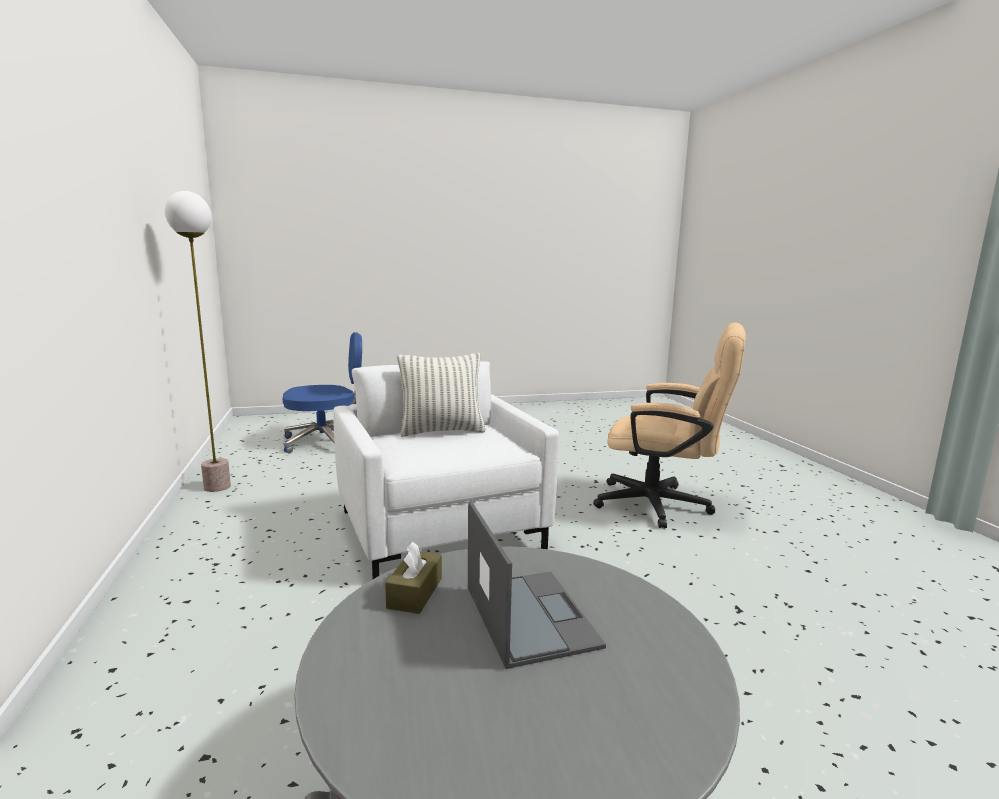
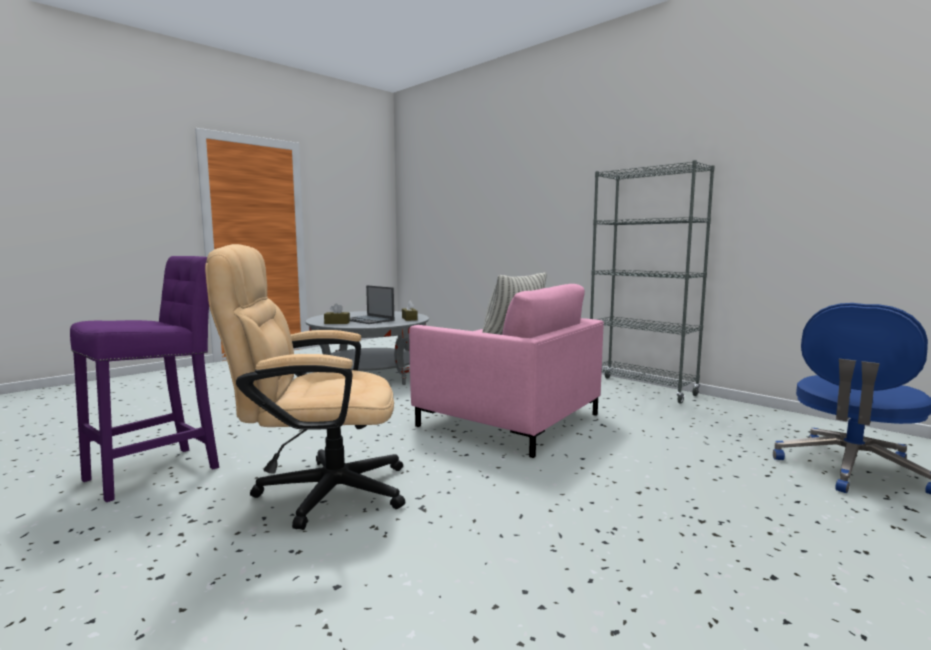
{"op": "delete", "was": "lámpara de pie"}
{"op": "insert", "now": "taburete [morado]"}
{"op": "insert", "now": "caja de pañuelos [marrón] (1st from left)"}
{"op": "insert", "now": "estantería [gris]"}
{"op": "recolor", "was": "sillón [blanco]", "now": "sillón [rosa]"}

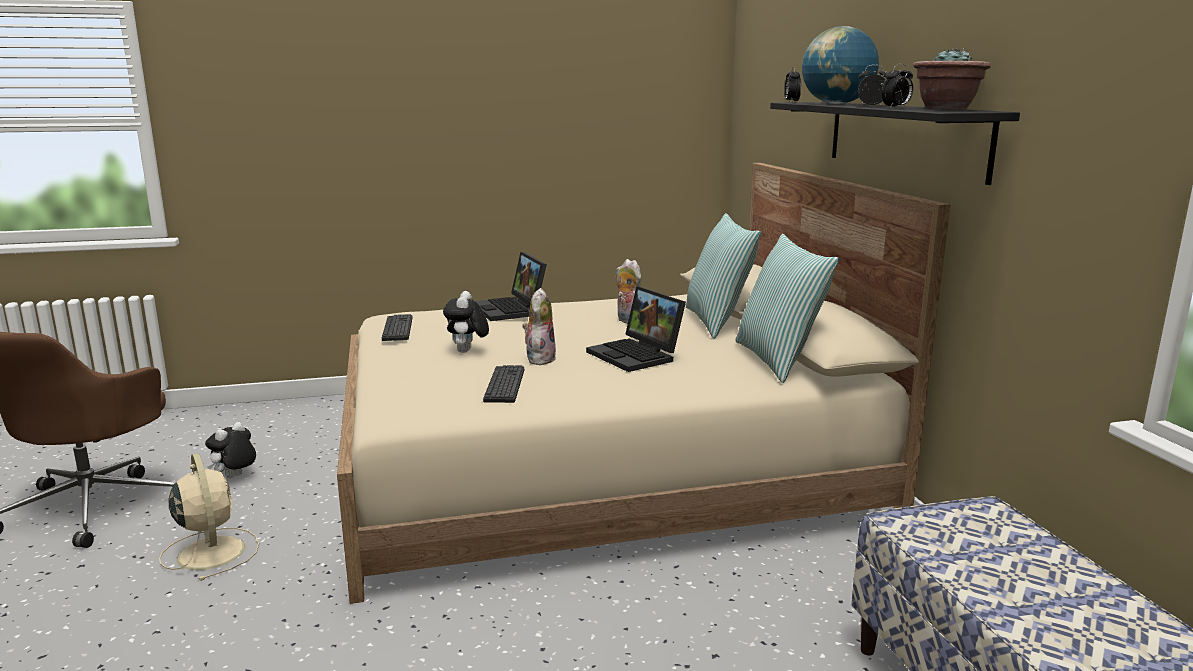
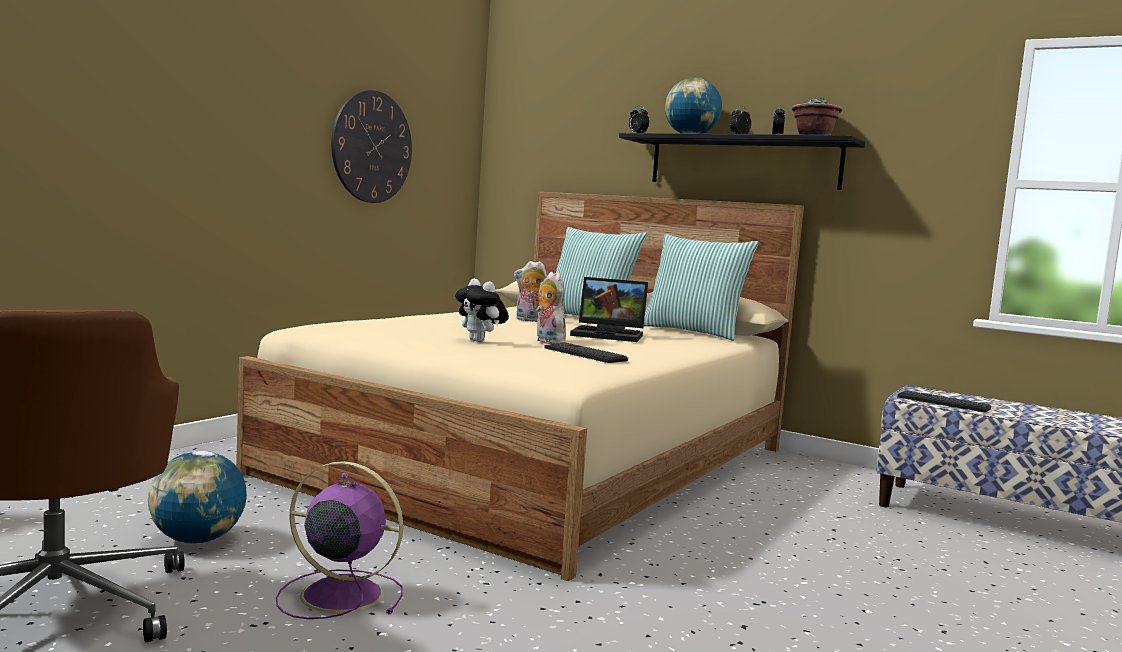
{"op": "delete", "was": "portátil (1st from left)"}
{"op": "insert", "now": "reloj de pared"}
{"op": "move", "was": "teclado (1st from left in the first image)", "now": "teclado (2nd from left)"}
{"op": "replace", "was": "peluche (1st from left)", "now": "globo terráqueo (1st from left)"}
{"op": "recolor", "was": "ventilador [beis]", "now": "ventilador [morado]"}

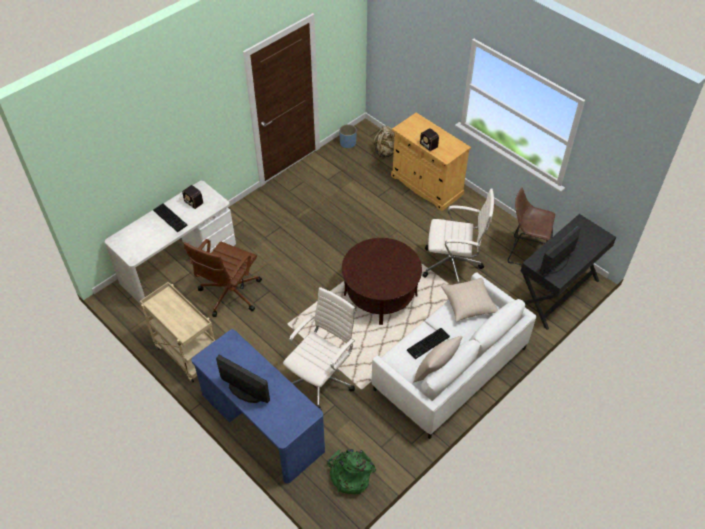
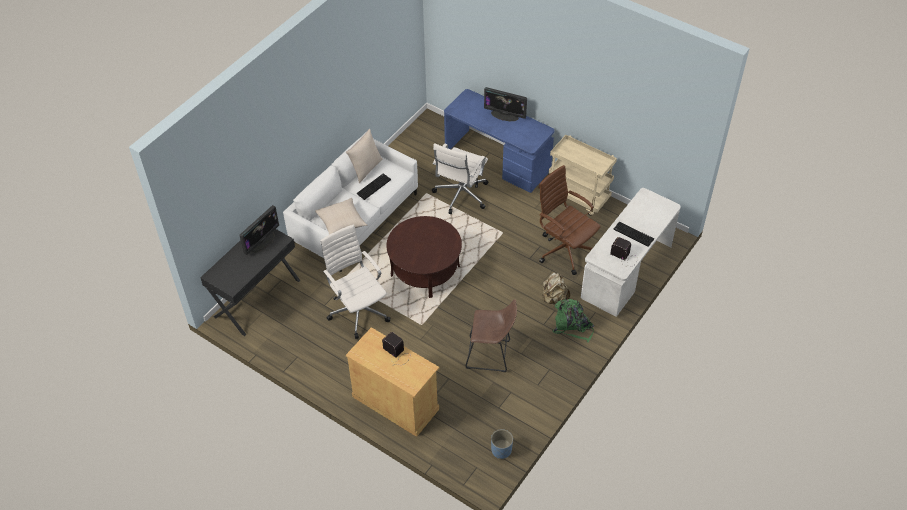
{"op": "move", "was": "mochila [verde]"}
{"op": "move", "was": "mochila [beis]"}
{"op": "move", "was": "taburete [marrón]"}
{"op": "rotate", "was": "silla de oficina [marrón]", "clockwise": -60}
{"op": "rotate", "was": "silla de oficina [blanco] (2nd from left in the first image)", "clockwise": 60}

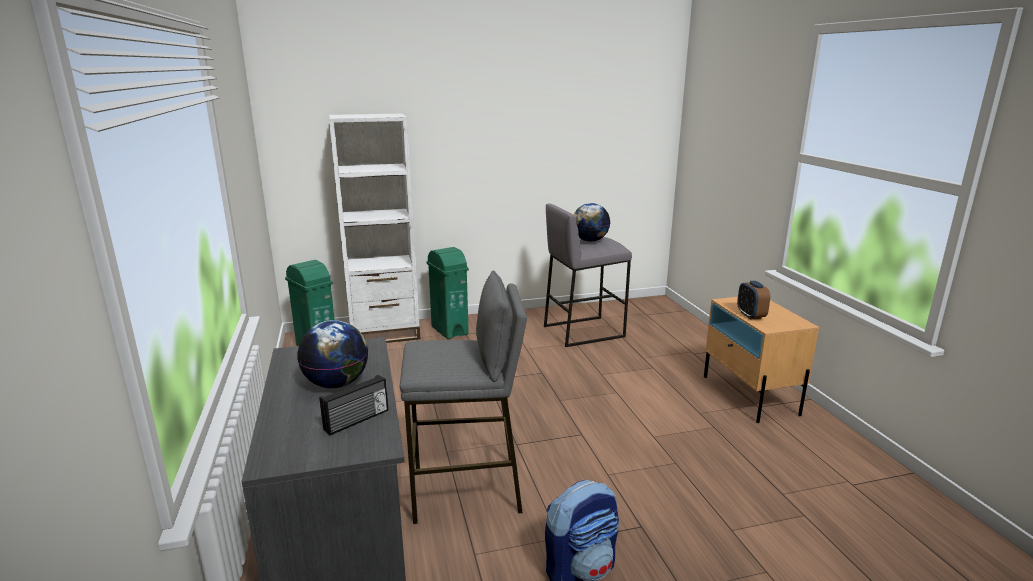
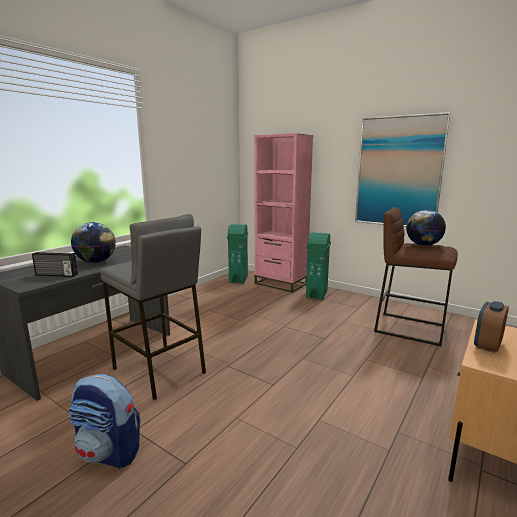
{"op": "insert", "now": "cuadro"}
{"op": "recolor", "was": "estantería [blanco]", "now": "estantería [rosa]"}
{"op": "recolor", "was": "taburete [gris] (2nd from left)", "now": "taburete [marrón]"}

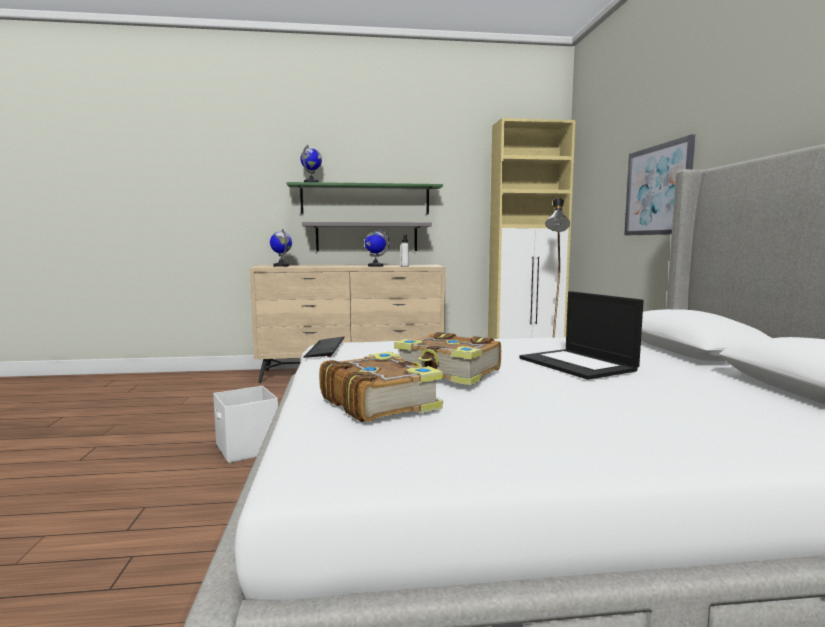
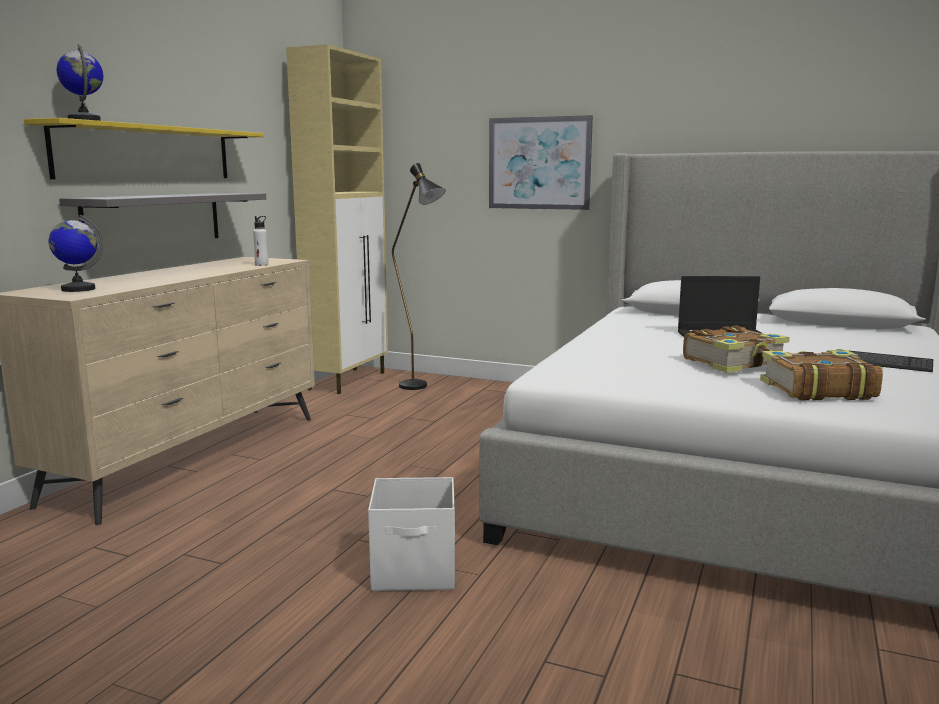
{"op": "delete", "was": "globo terráqueo (3rd from left)"}
{"op": "move", "was": "teclado"}
{"op": "recolor", "was": "estante [verde]", "now": "estante [amarillo]"}

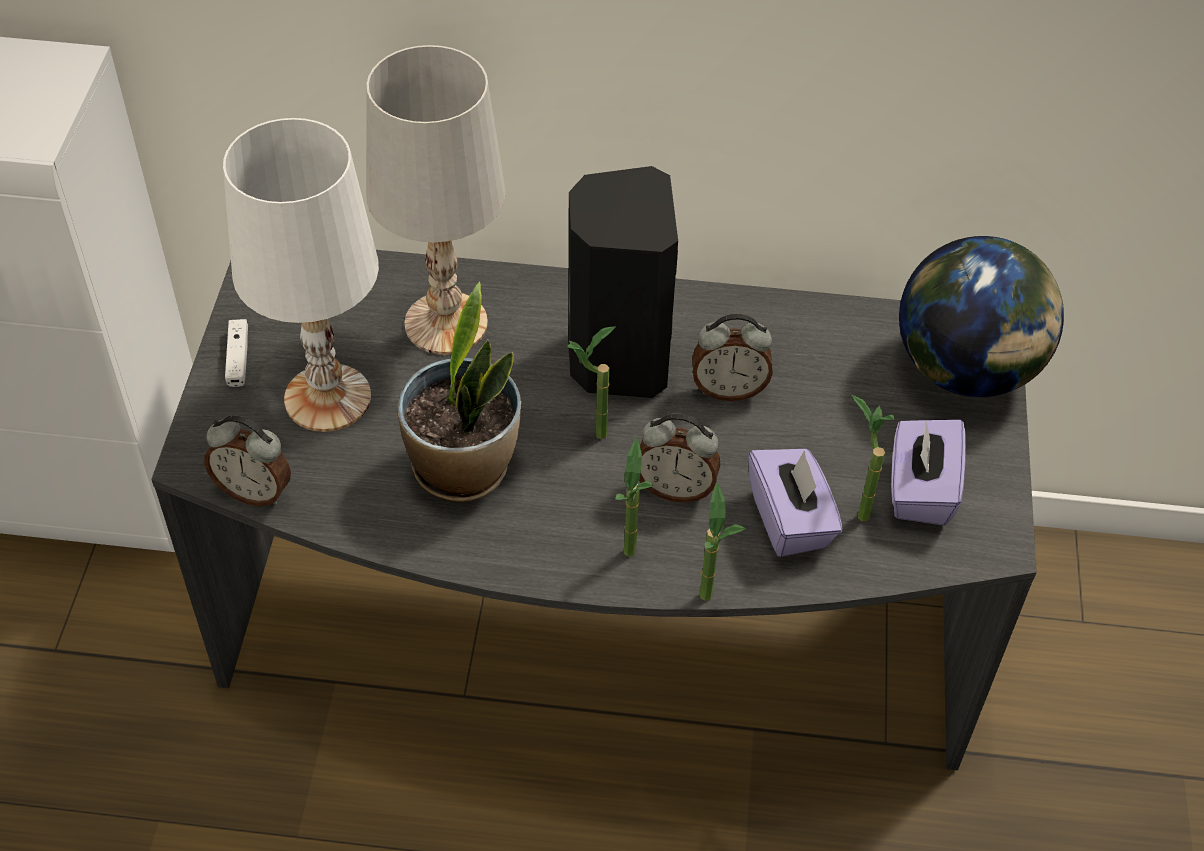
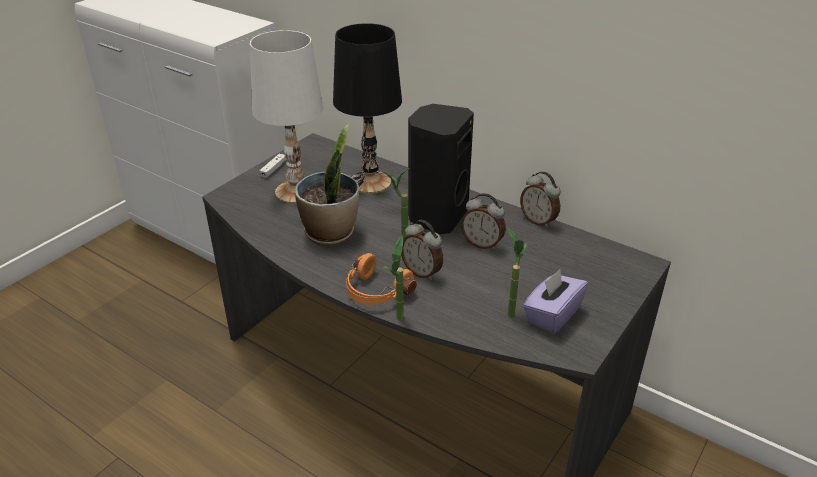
{"op": "delete", "was": "caja de pañuelos [morado] (1st from left)"}
{"op": "delete", "was": "globo terráqueo"}
{"op": "move", "was": "despertador (1st from left in the first image)", "now": "despertador (3rd from left)"}
{"op": "replace", "was": "planta en maceta (3rd from left)", "now": "auriculares [naranja]"}
{"op": "recolor", "was": "lámpara de mesa [blanco] (2nd from left)", "now": "lámpara de mesa [negro]"}

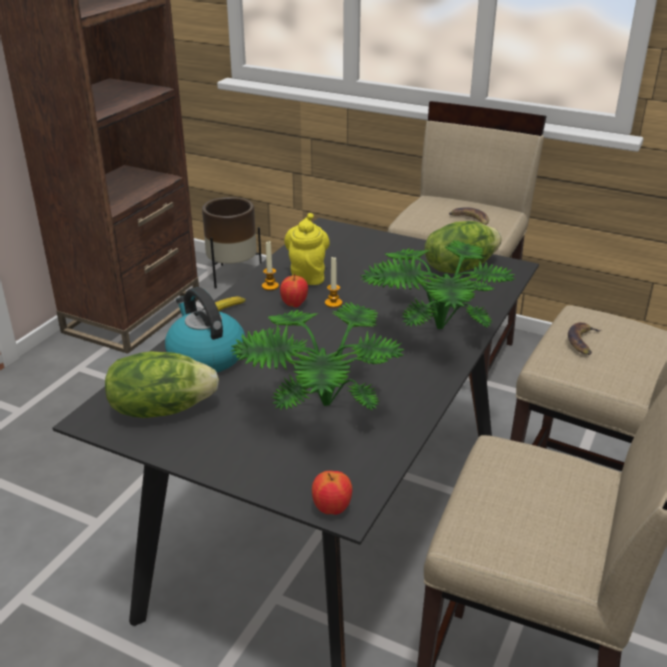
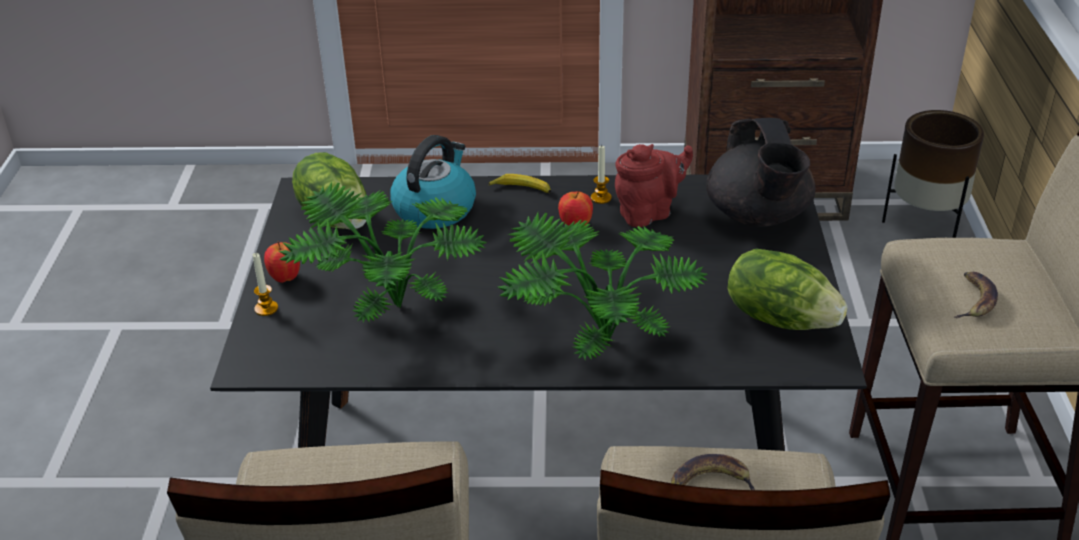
{"op": "insert", "now": "tetera [negro]"}
{"op": "move", "was": "manzana (2nd from left in the first image)", "now": "manzana (1st from left)"}
{"op": "move", "was": "vela (2nd from left in the first image)", "now": "vela (1st from left)"}
{"op": "recolor", "was": "tetera [amarillo]", "now": "tetera [rojo]"}

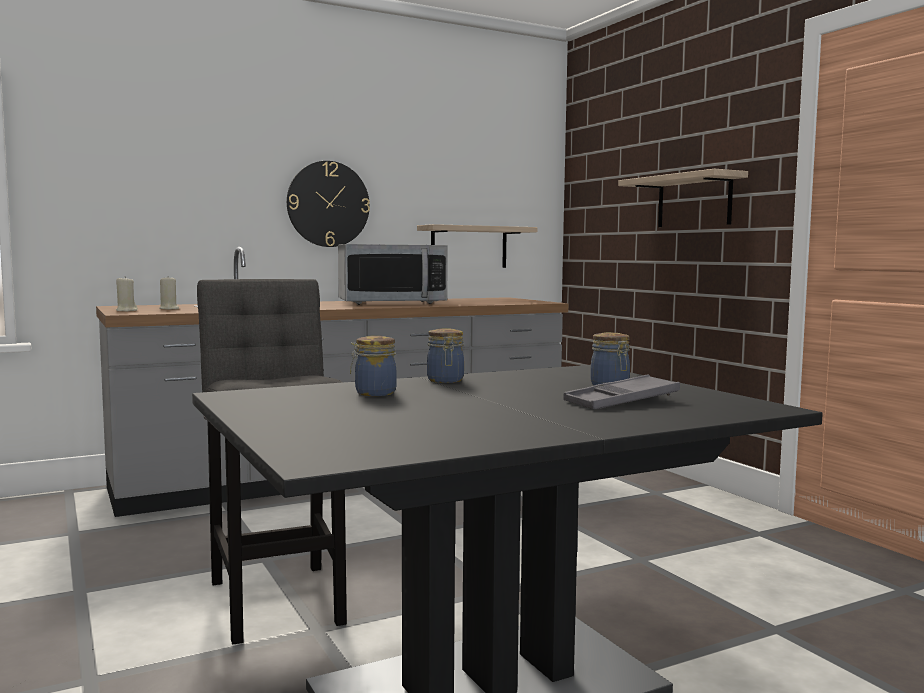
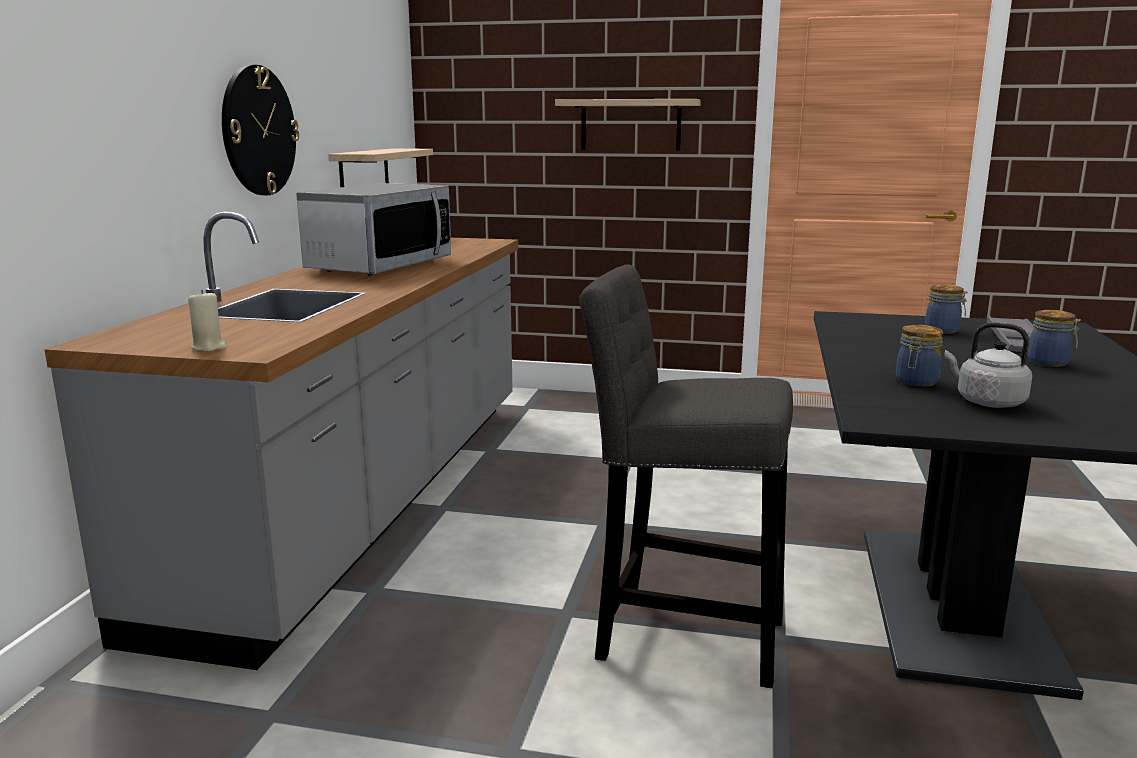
{"op": "delete", "was": "vela [beis] (2nd from left)"}
{"op": "insert", "now": "hervidor [gris]"}
{"op": "move", "was": "tarro (2nd from left in the first image)", "now": "tarro (3rd from left)"}

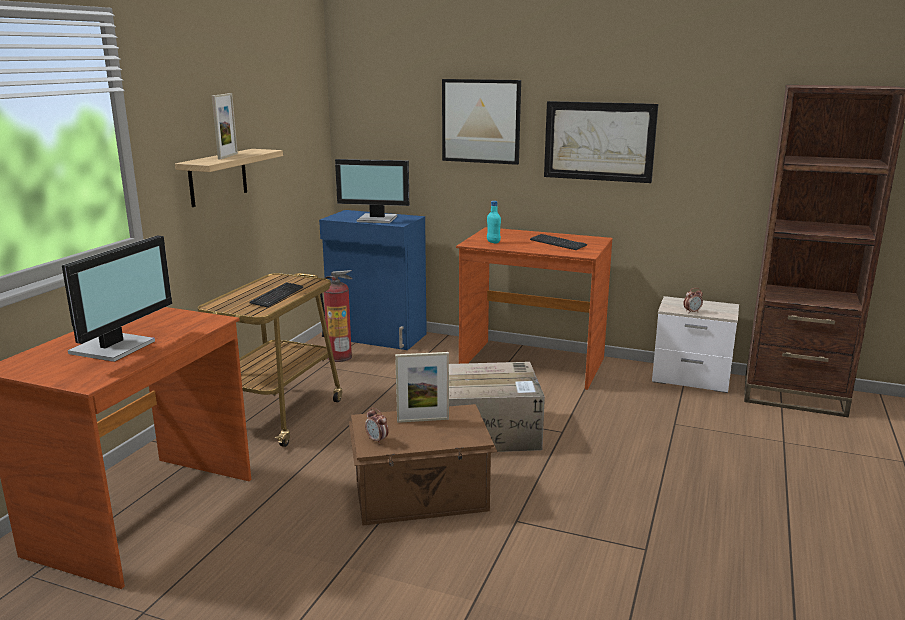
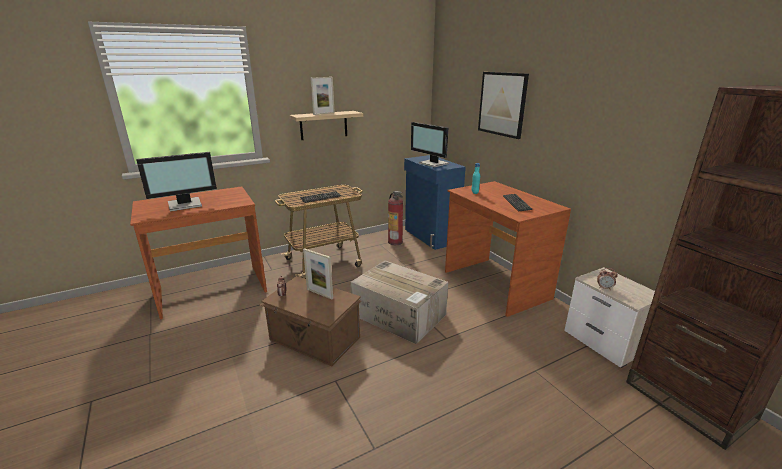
{"op": "delete", "was": "cuadro (2nd from left)"}

